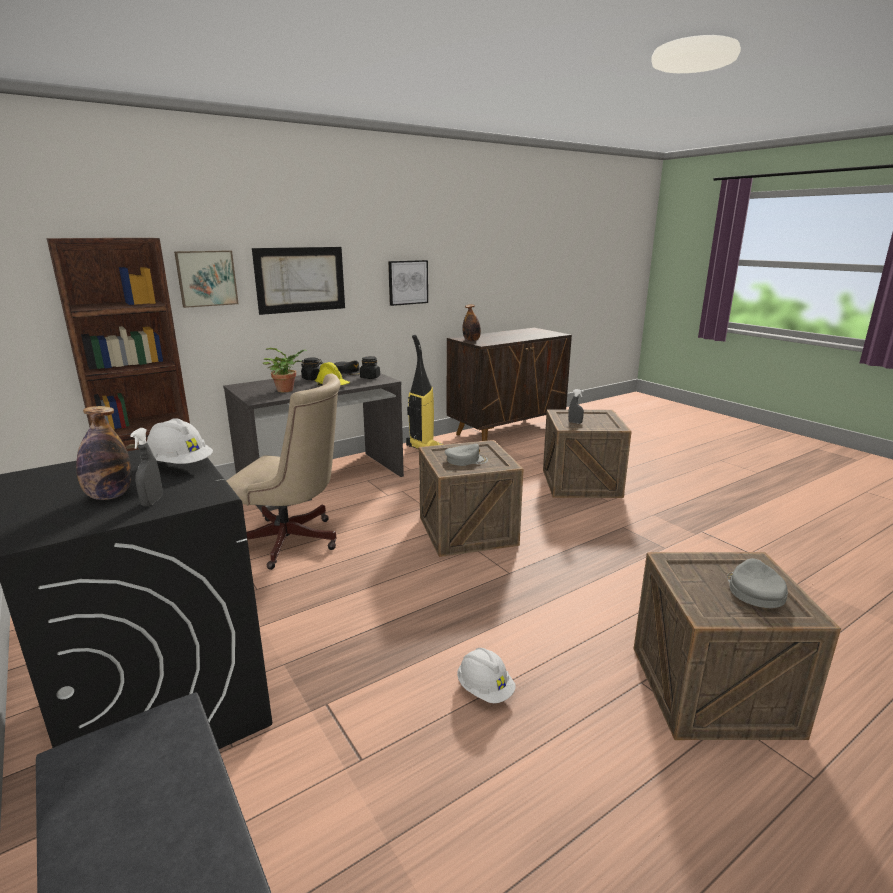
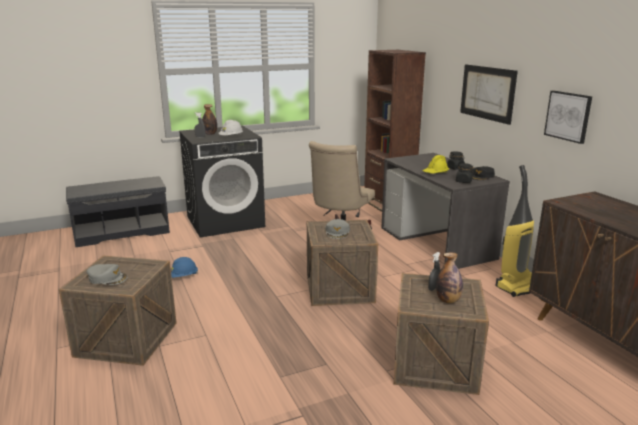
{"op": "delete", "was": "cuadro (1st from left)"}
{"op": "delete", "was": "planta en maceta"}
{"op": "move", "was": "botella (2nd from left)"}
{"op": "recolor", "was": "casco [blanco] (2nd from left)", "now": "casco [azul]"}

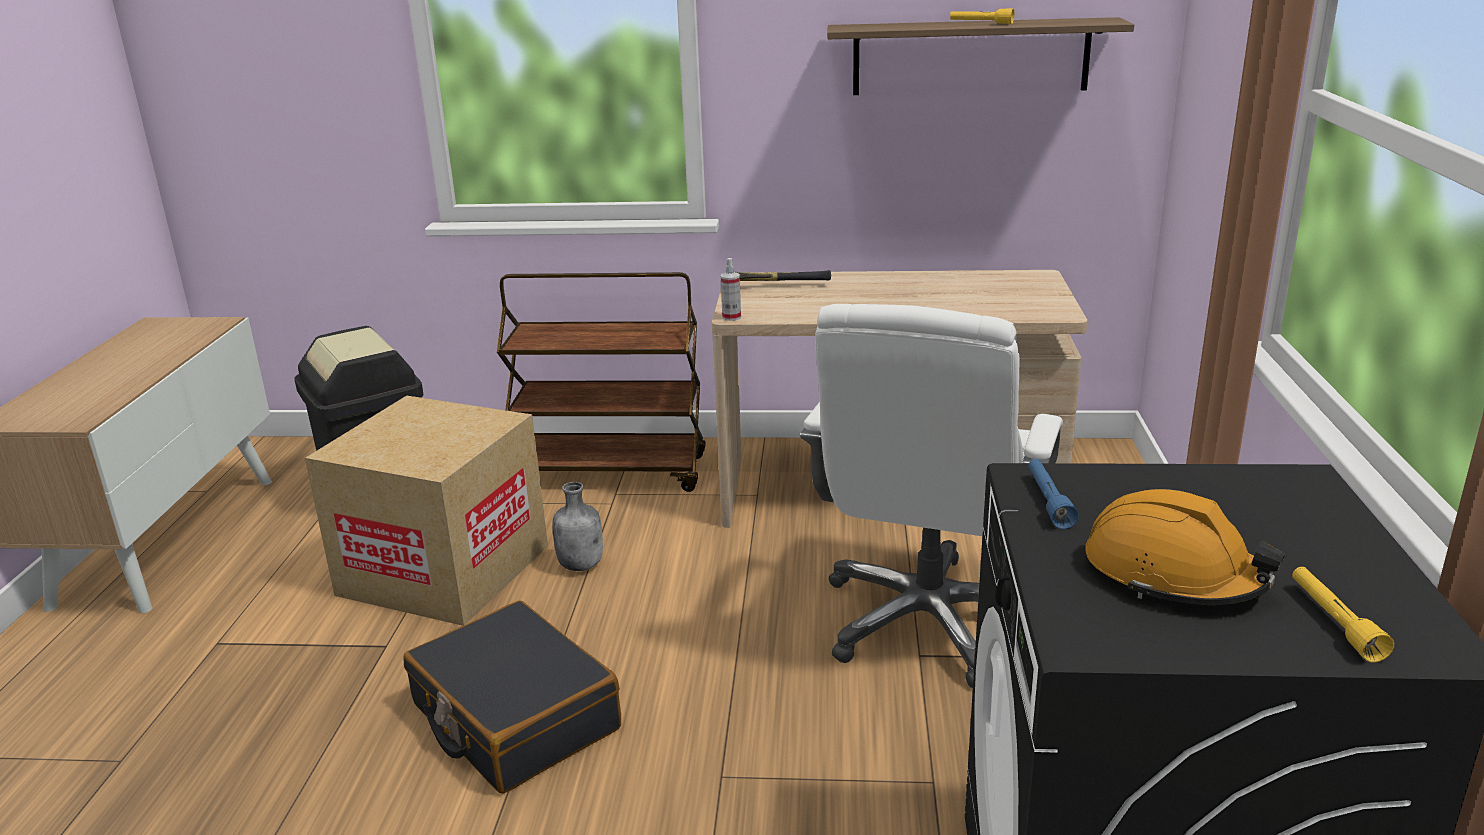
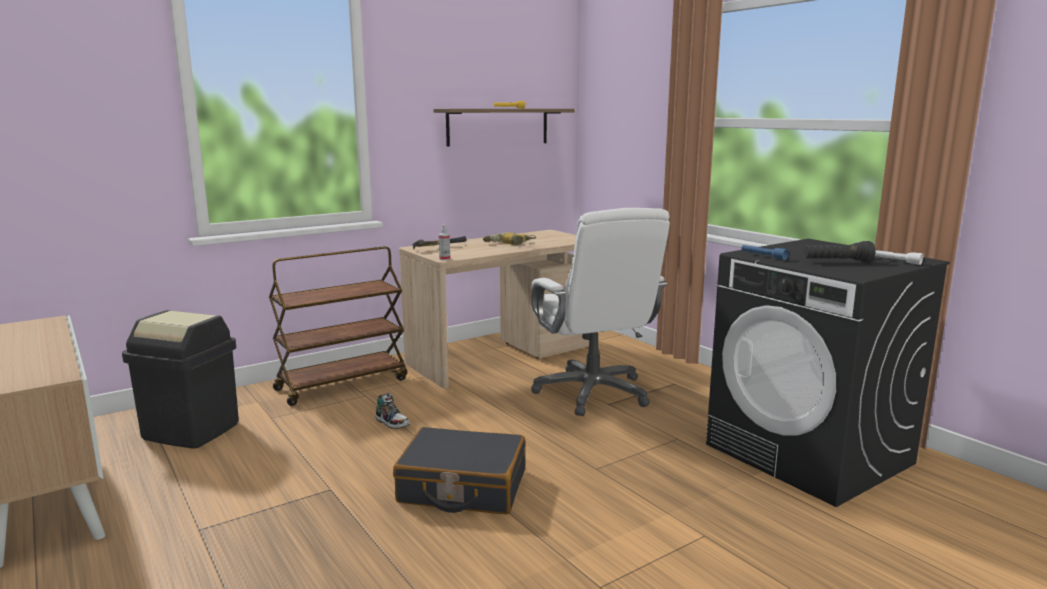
{"op": "delete", "was": "caja de cartón"}
{"op": "insert", "now": "taladro"}
{"op": "replace", "was": "botella [gris]", "now": "zapato"}
{"op": "replace", "was": "casco [naranja]", "now": "linterna [negro]"}
{"op": "recolor", "was": "linterna [amarillo] (2nd from left)", "now": "linterna [blanco]"}

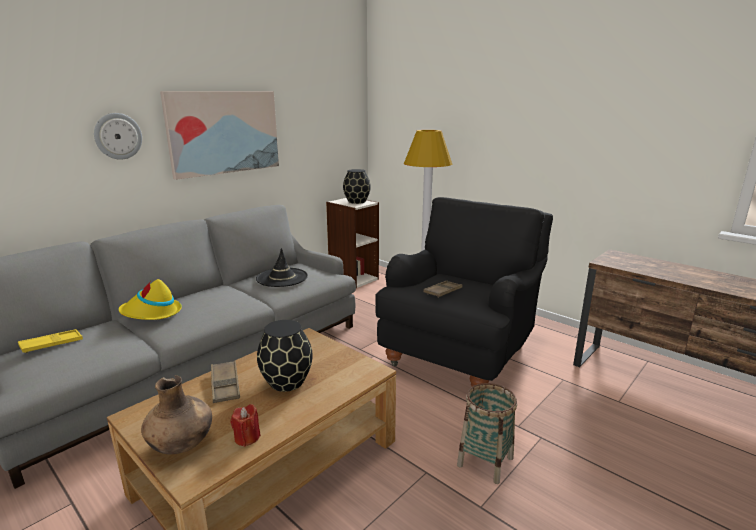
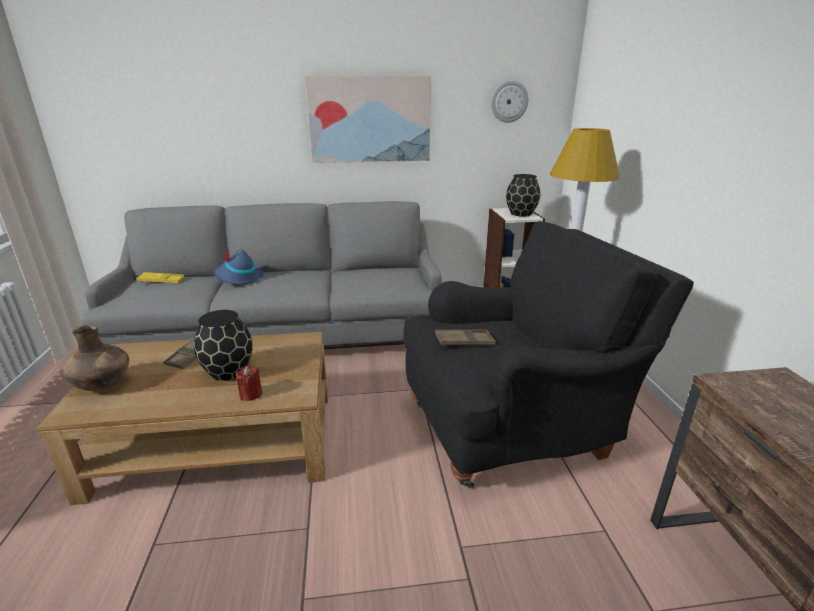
{"op": "delete", "was": "sombrero [negro]"}
{"op": "delete", "was": "cesta"}
{"op": "move", "was": "reloj de pared"}
{"op": "move", "was": "vela [rojo]"}
{"op": "recolor", "was": "sombrero [amarillo]", "now": "sombrero [azul]"}

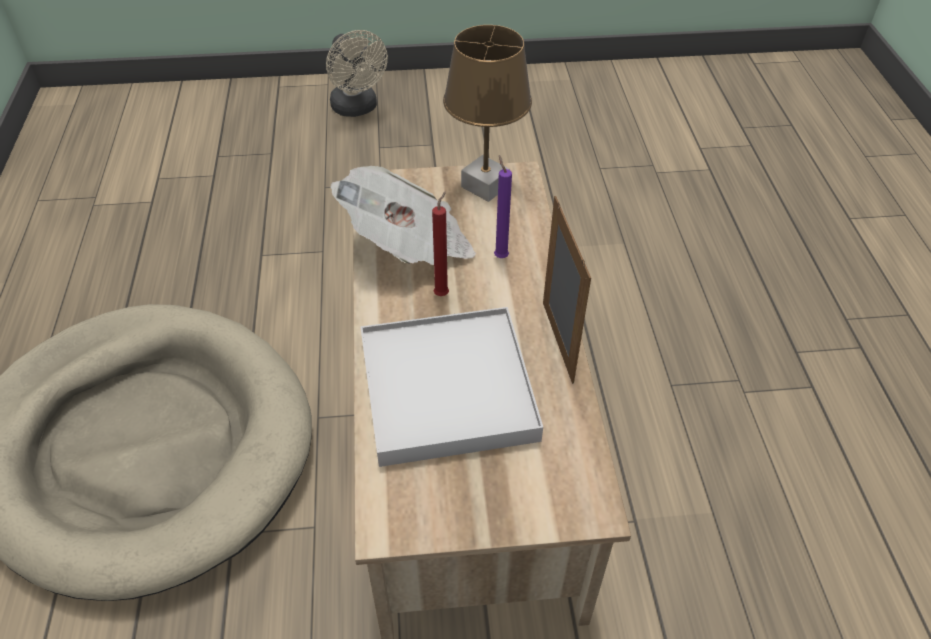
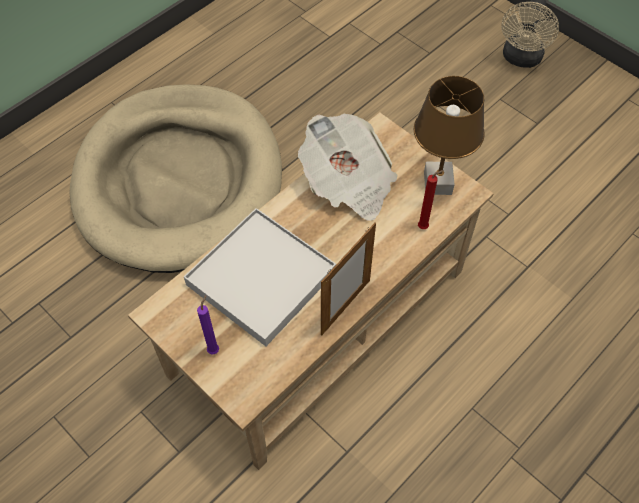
{"op": "move", "was": "vela [rojo]"}
{"op": "move", "was": "vela [morado]"}

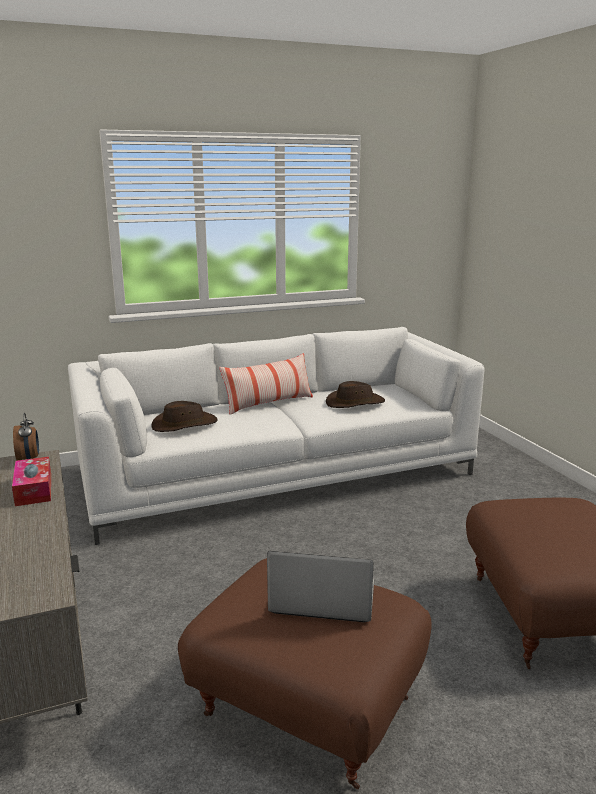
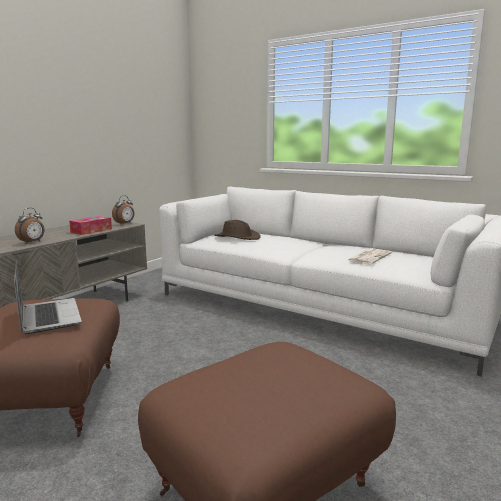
{"op": "delete", "was": "cojín"}
{"op": "insert", "now": "despertador (1st from left)"}
{"op": "replace", "was": "sombrero [marrón] (2nd from left)", "now": "periódico"}

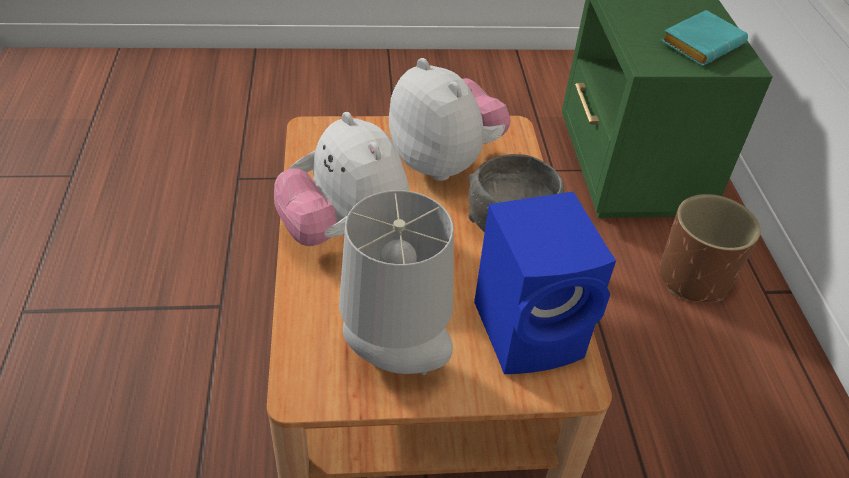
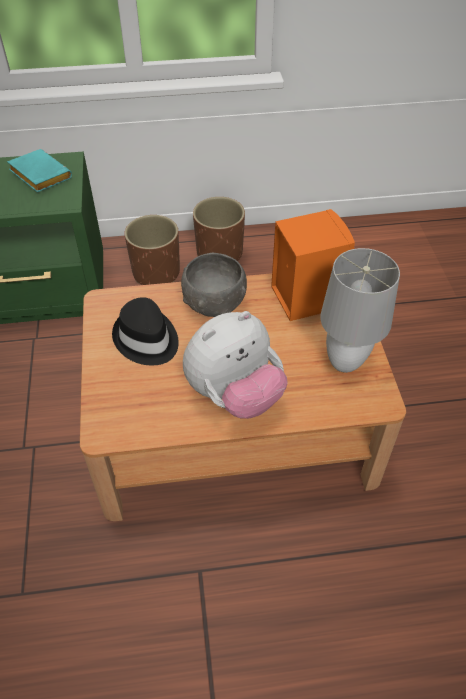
{"op": "insert", "now": "maceta [marrón] (2nd from left)"}
{"op": "replace", "was": "peluche (2nd from left)", "now": "sombrero [negro]"}
{"op": "recolor", "was": "altavoz [azul]", "now": "altavoz [naranja]"}

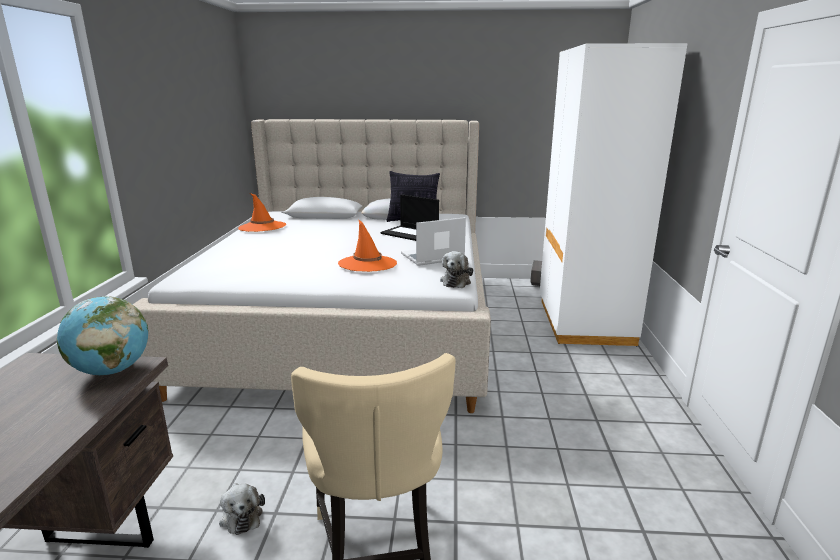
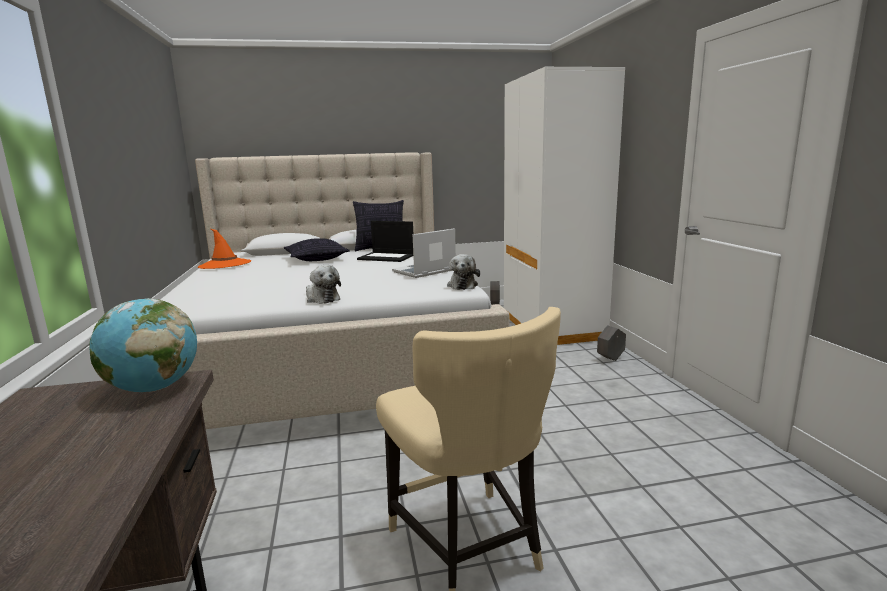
{"op": "delete", "was": "sombrero [naranja] (2nd from left)"}
{"op": "insert", "now": "cojín (1st from left)"}
{"op": "insert", "now": "maceta [gris] (2nd from left)"}
{"op": "move", "was": "peluche (1st from left)"}

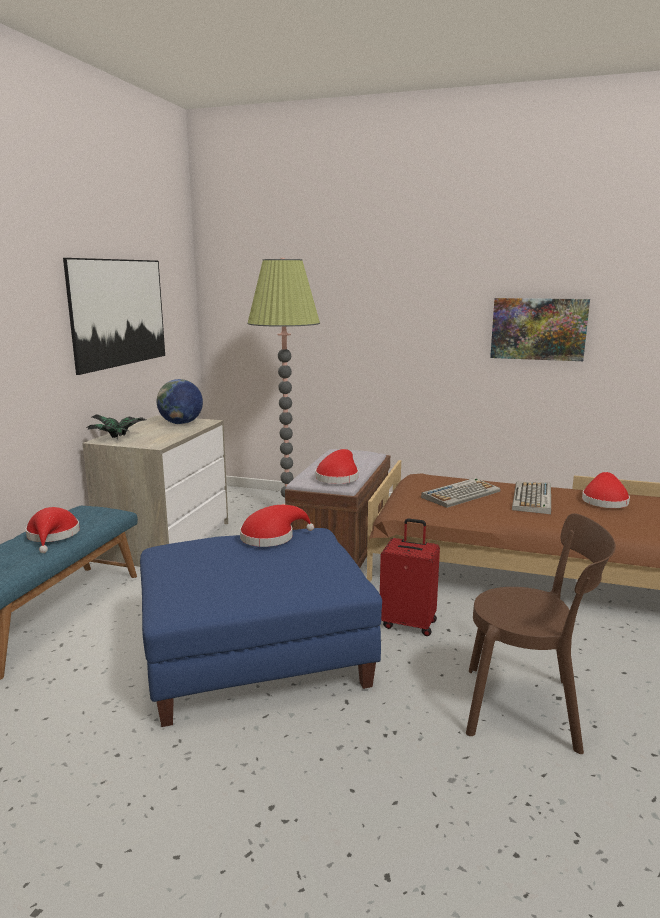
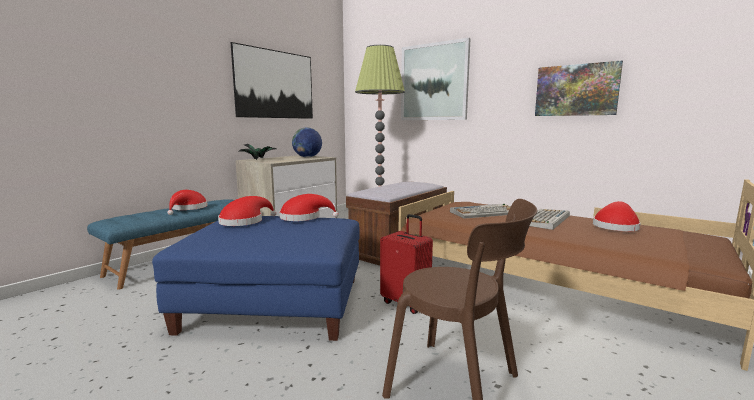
{"op": "insert", "now": "cuadro (2nd from left)"}
{"op": "move", "was": "sombrero [rojo] (3rd from left in the first image)", "now": "sombrero [rojo] (2nd from left)"}

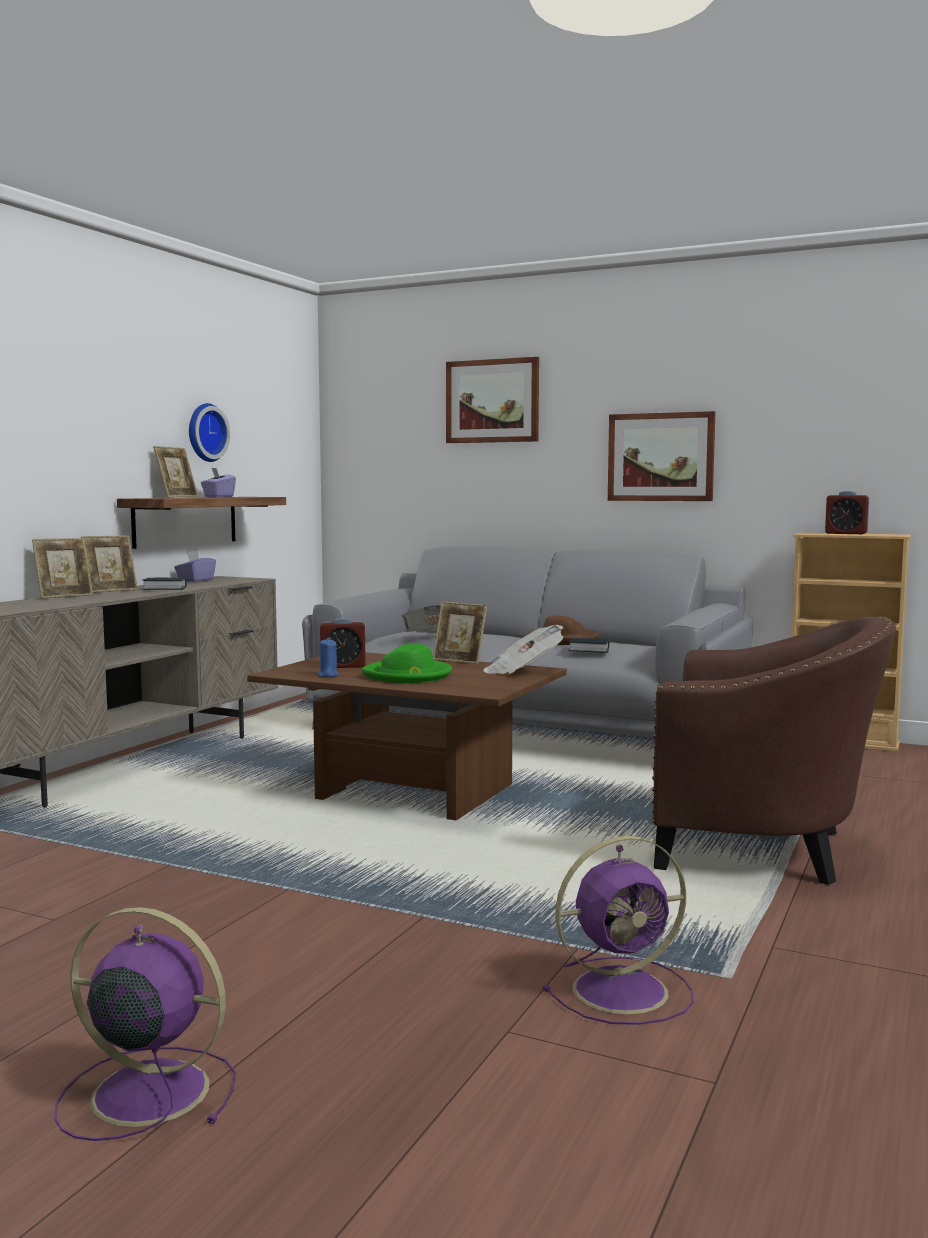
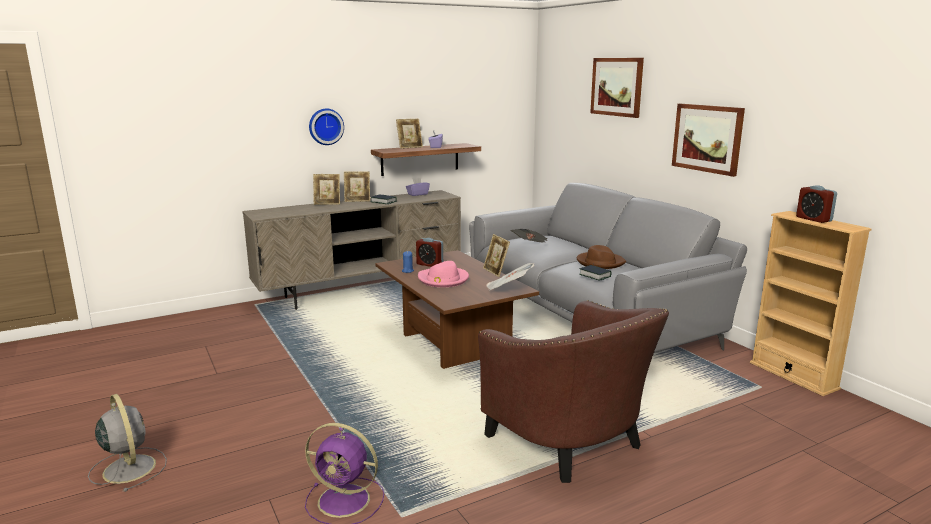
{"op": "move", "was": "reloj de pared"}
{"op": "recolor", "was": "ventilador [morado] (1st from left)", "now": "ventilador [gris]"}
{"op": "recolor", "was": "sombrero [verde]", "now": "sombrero [rosa]"}

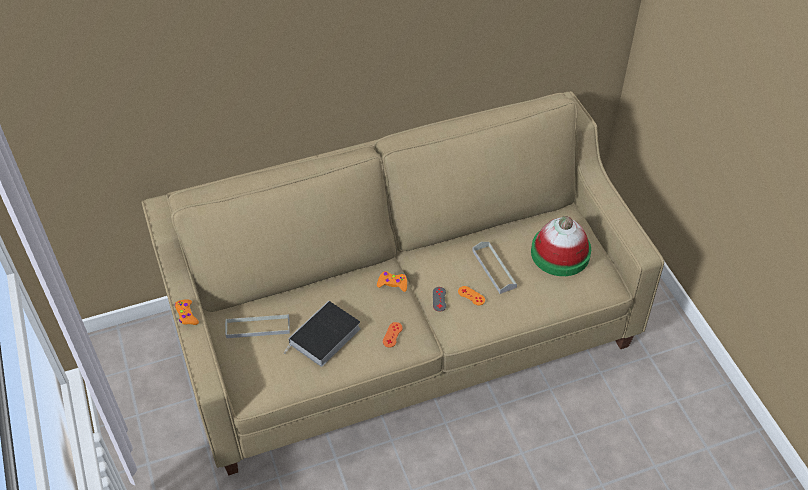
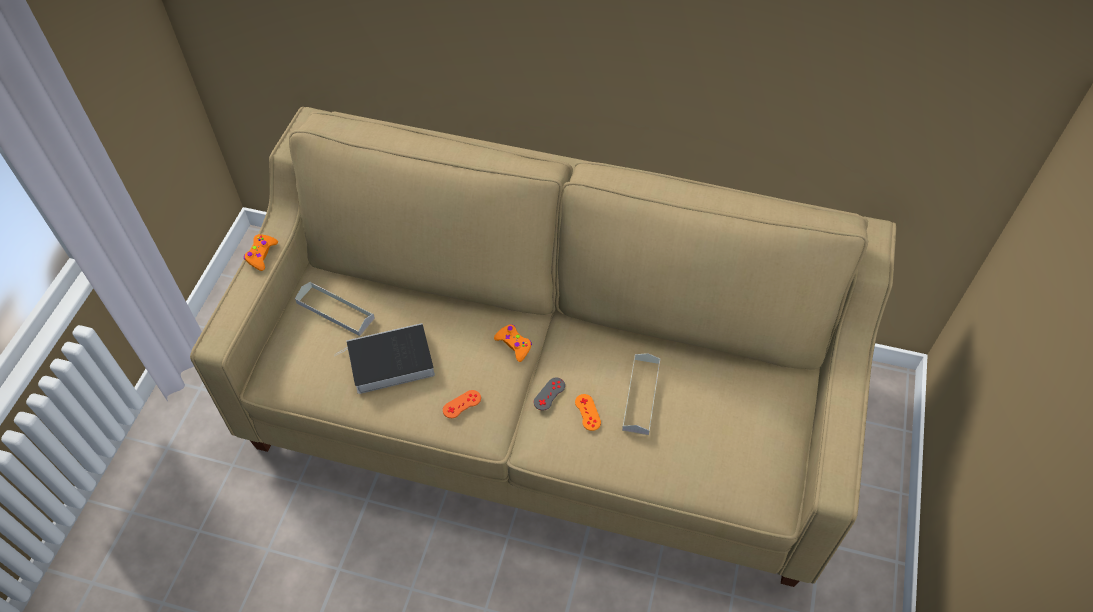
{"op": "delete", "was": "sombrero"}

